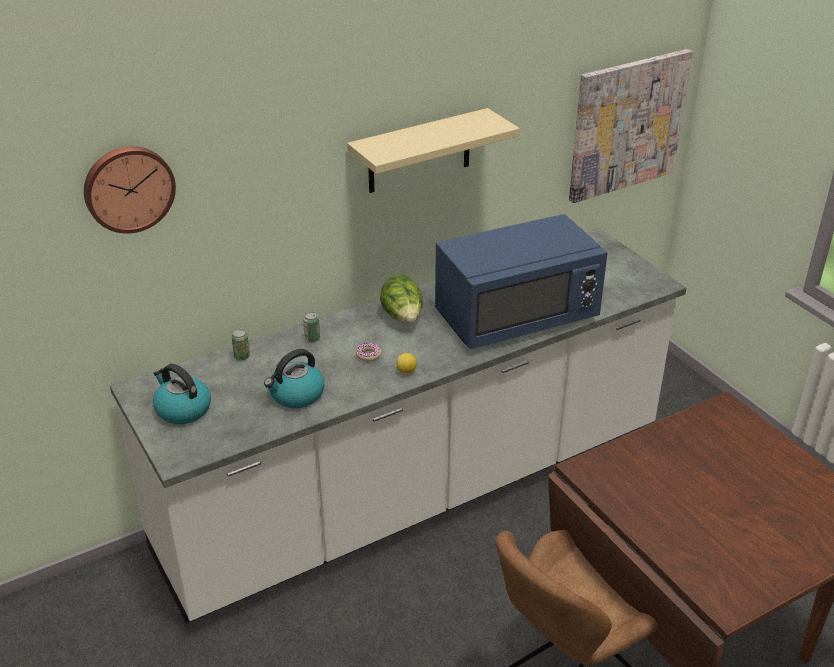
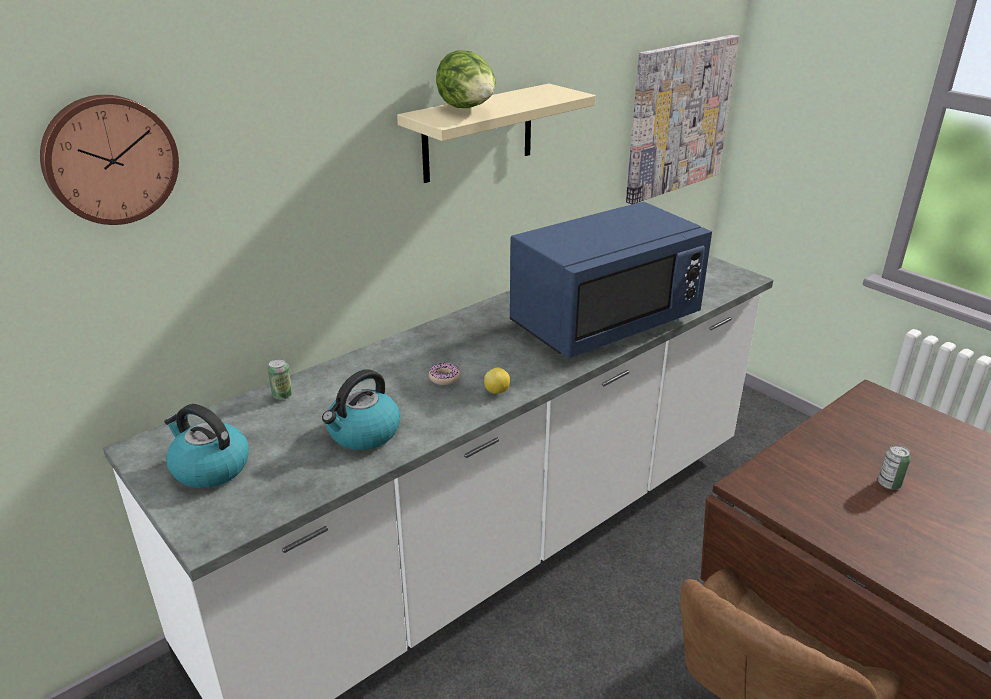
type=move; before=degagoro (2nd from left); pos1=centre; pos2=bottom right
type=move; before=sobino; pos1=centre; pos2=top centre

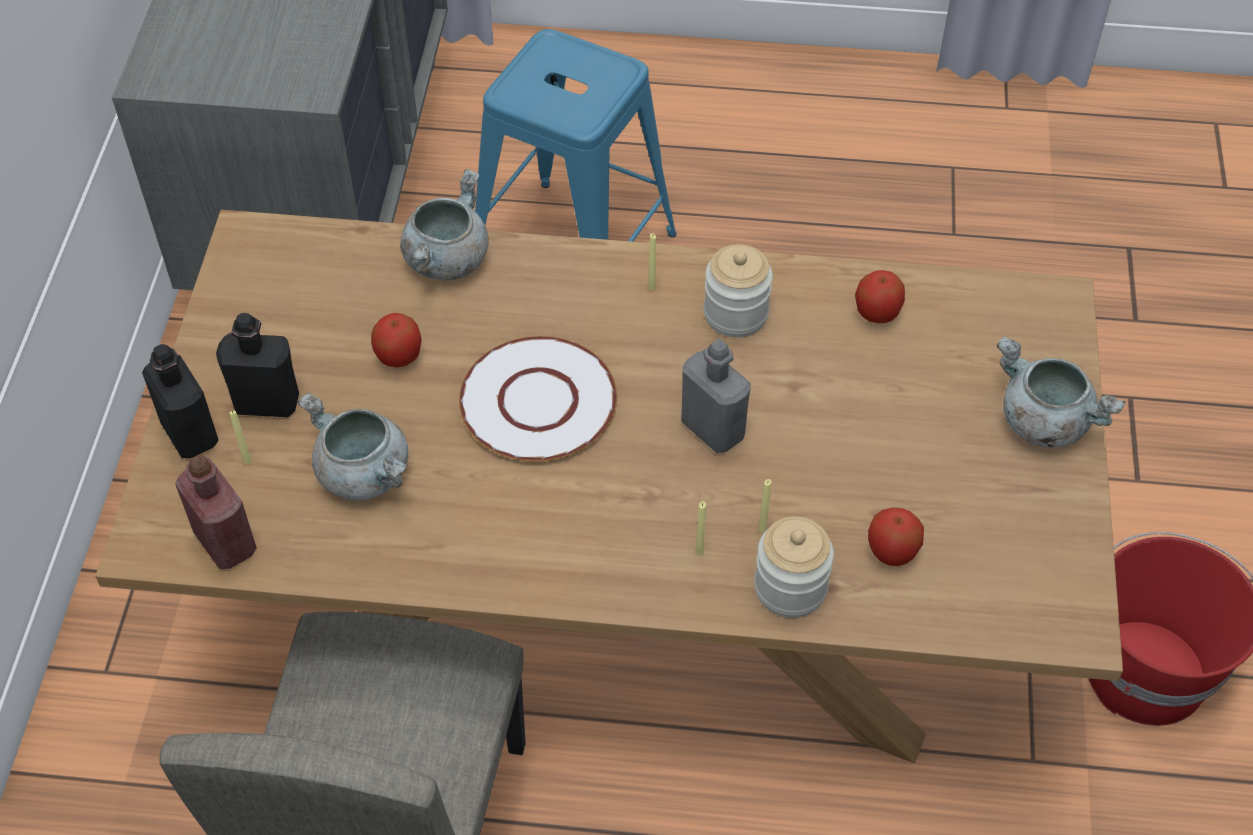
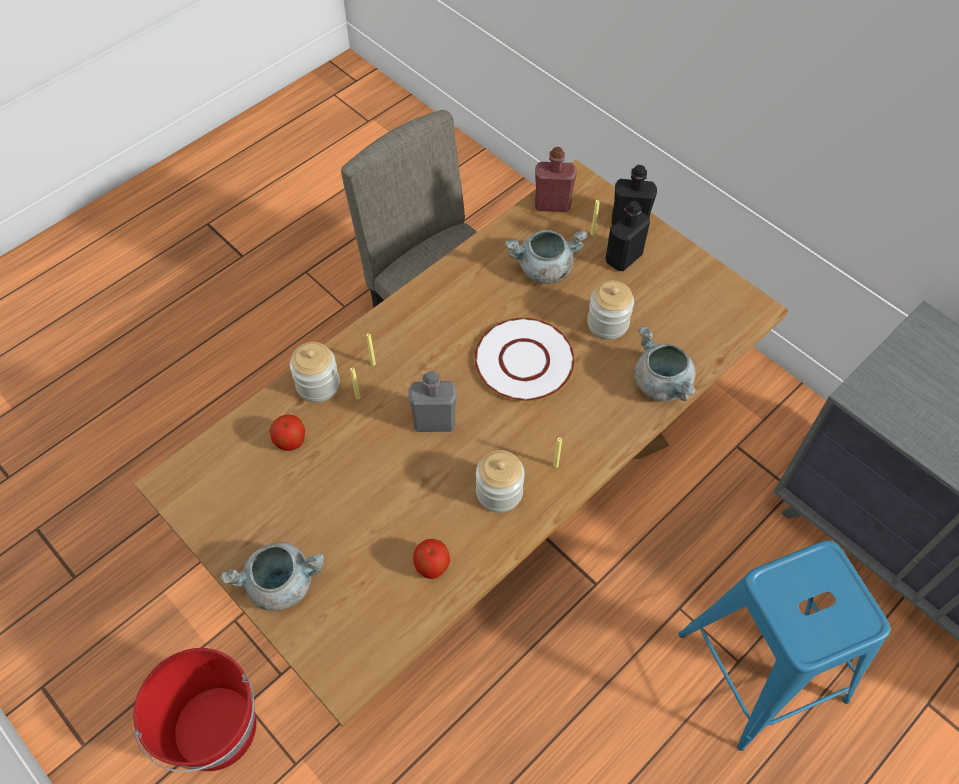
type=replace; before=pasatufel (1st from left); after=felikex (3rd from left); pos1=middle left; pos2=centre

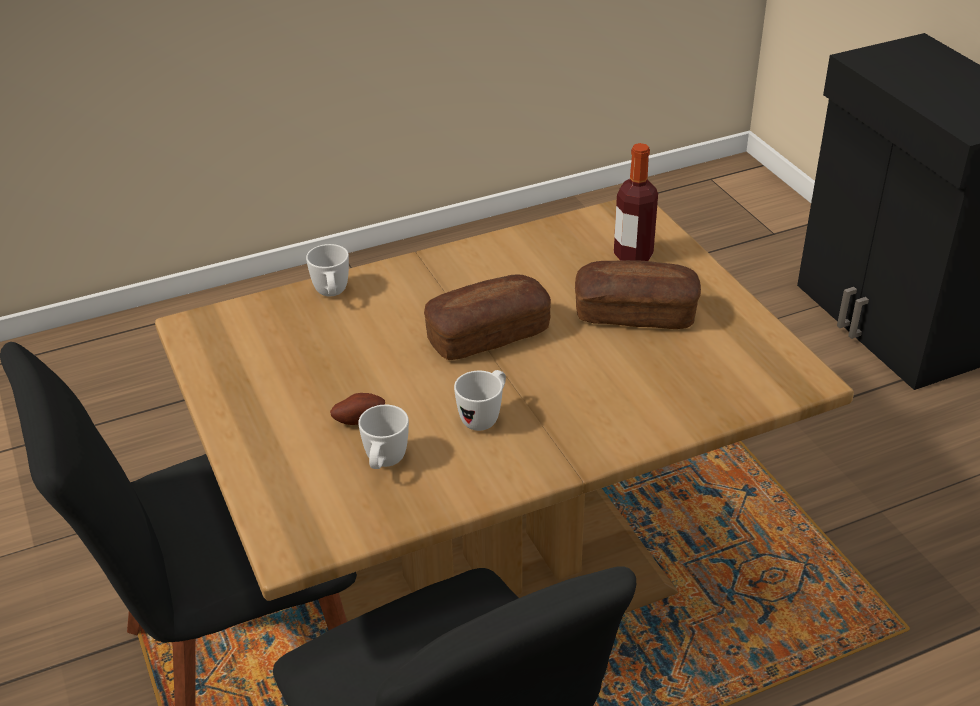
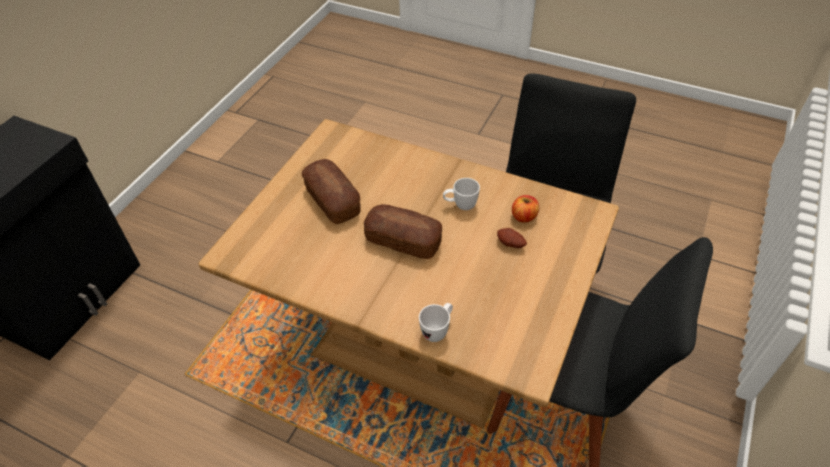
type=delete; before=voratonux; pos1=top centre
type=replace; before=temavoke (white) (2nd from left); after=pasatufel; pos1=centre; pos2=centre

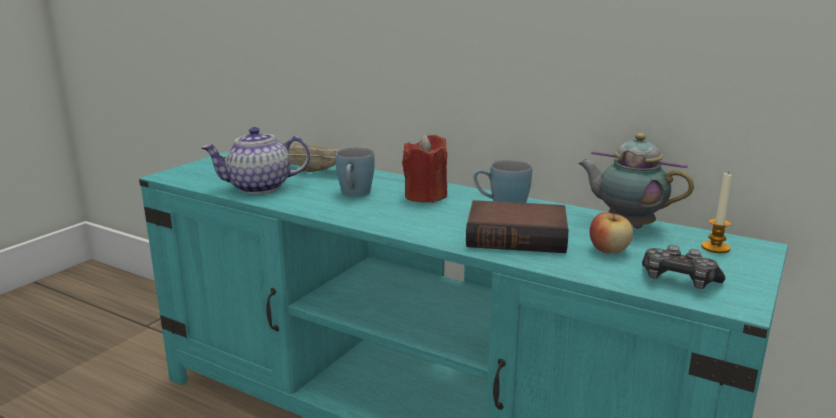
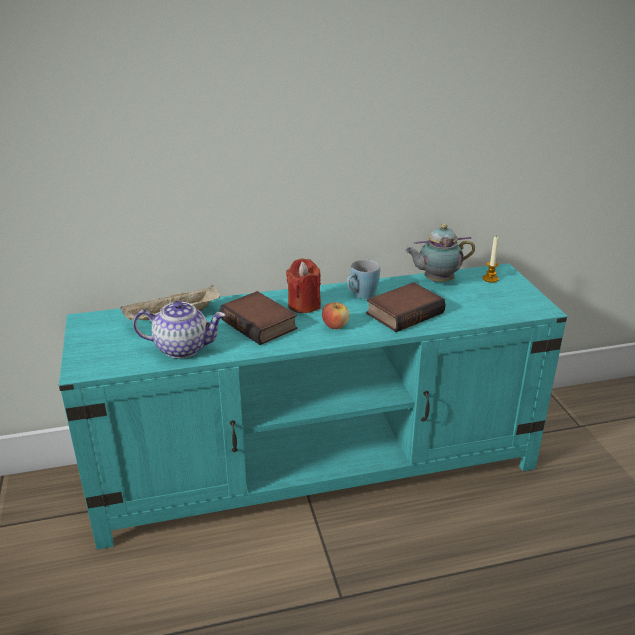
type=delete; before=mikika; pos1=middle right
type=move; before=pasatufel; pos1=middle right; pos2=centre
type=replace; before=temavoke (blue) (1st from left); after=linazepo (1st from left); pos1=centre; pos2=centre
type=rotate; before=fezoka (1st from left); pos1=middle left; pos2=middle left; turn=-120

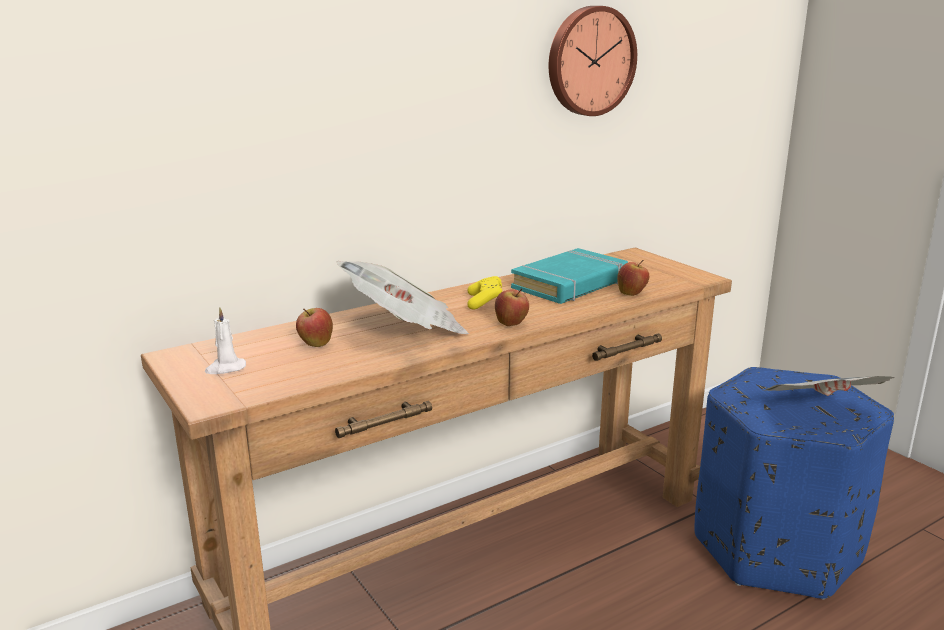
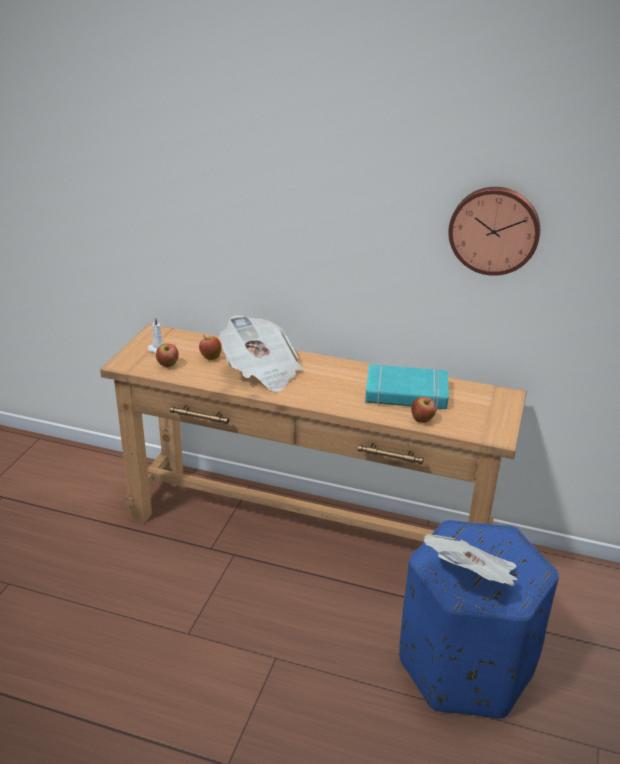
type=delete; before=mikika (yellow); pos1=centre
type=move; before=pasatufel (2nd from left in the first image); after=pasatufel (1st from left); pos1=centre; pos2=middle left

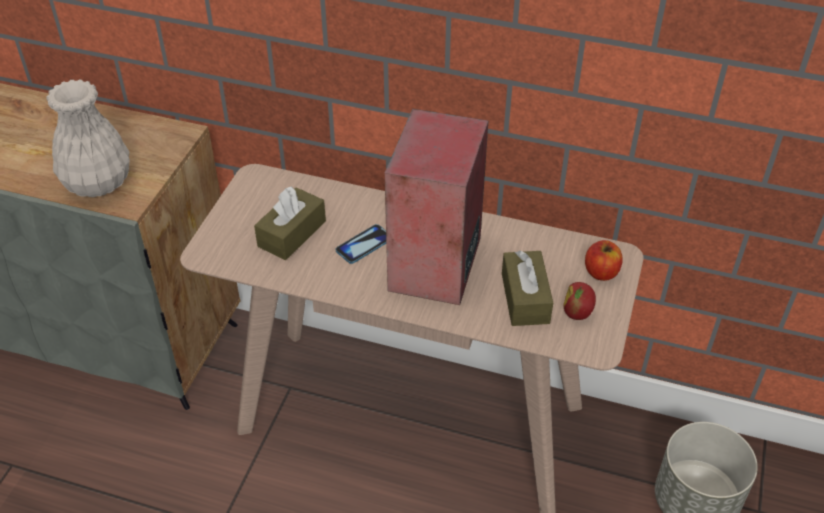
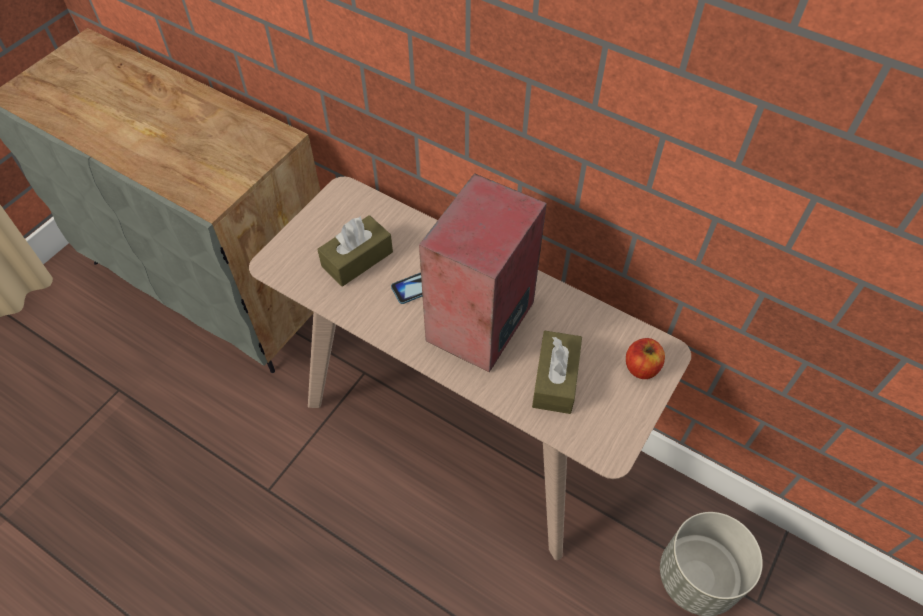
type=delete; before=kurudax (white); pos1=top left
type=delete; before=pasatufel (1st from left); pos1=middle right

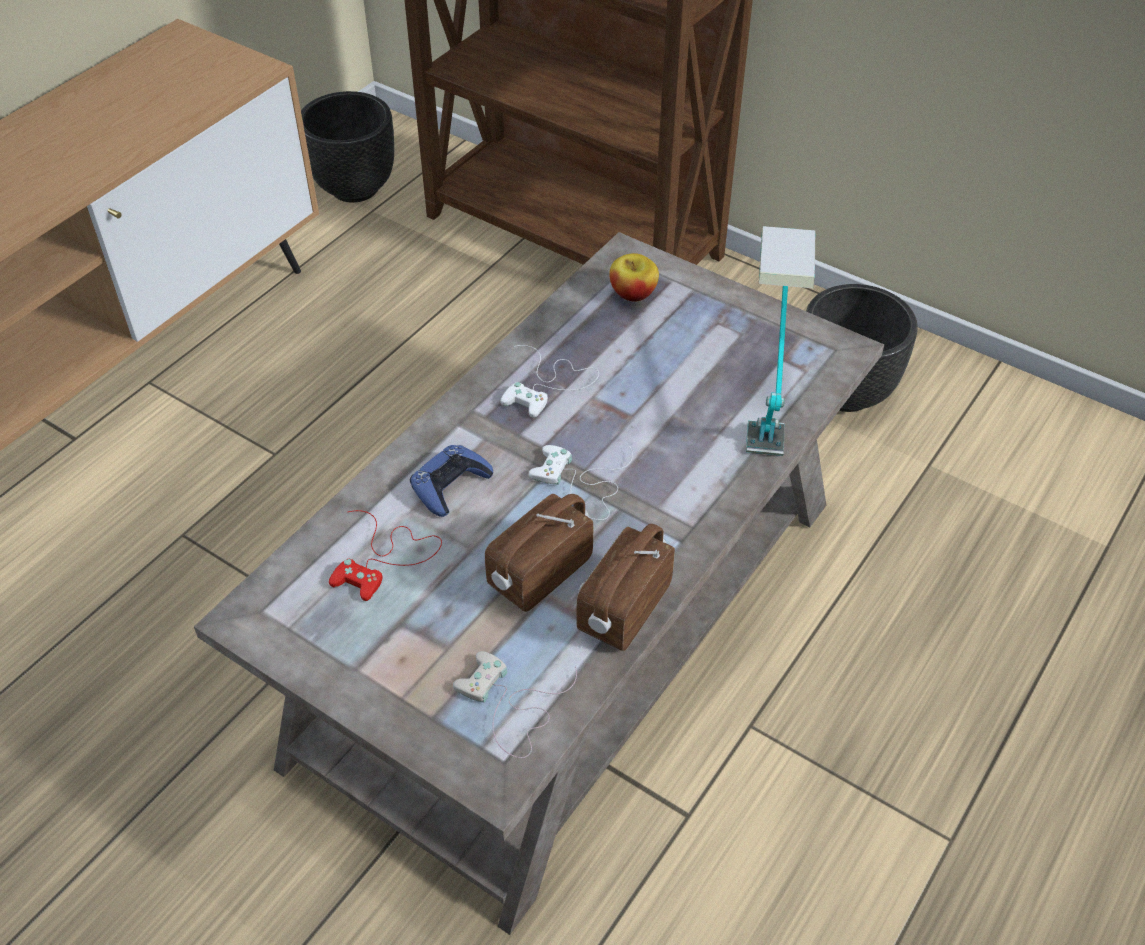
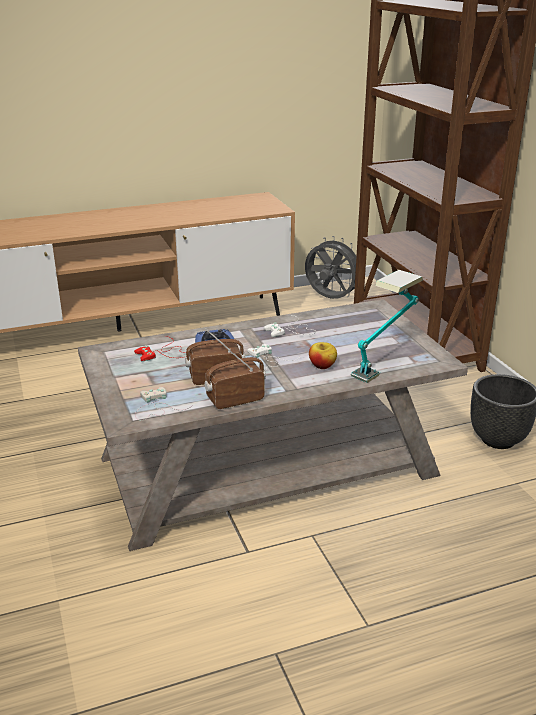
type=move; before=pasatufel; pos1=top centre; pos2=centre
type=replace; before=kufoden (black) (1st from left); after=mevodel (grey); pos1=top left; pos2=centre

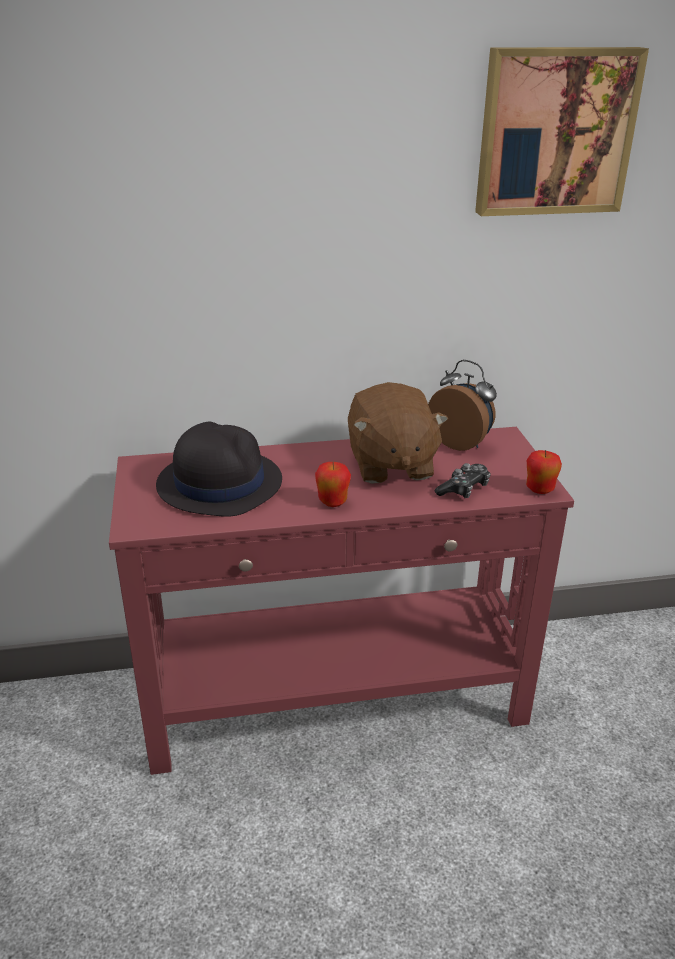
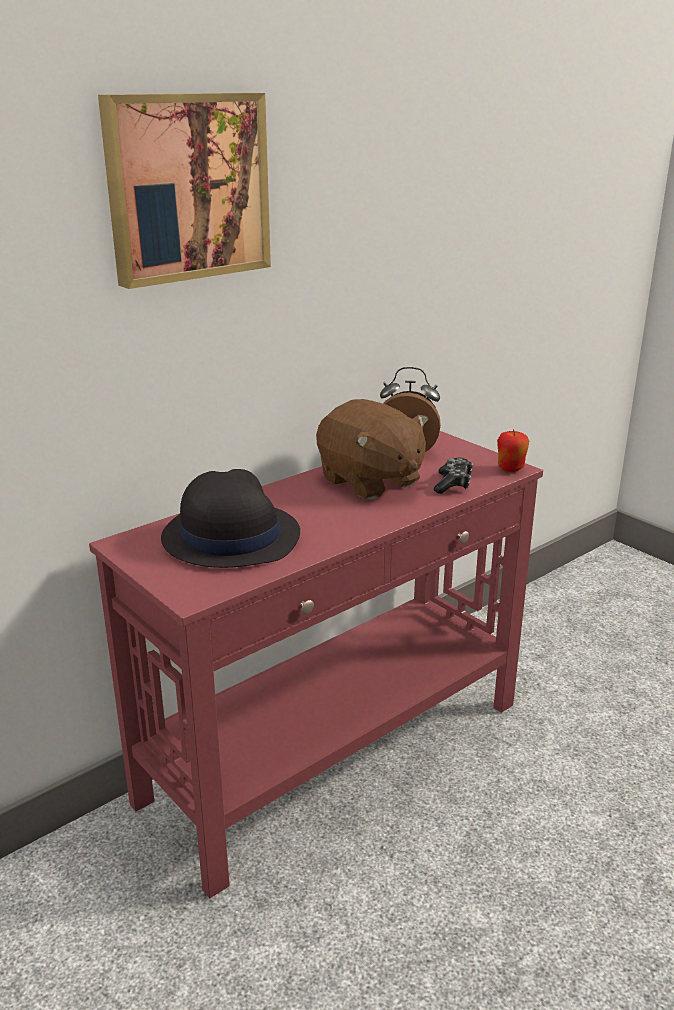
type=delete; before=pasatufel (1st from left); pos1=centre
type=move; before=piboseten; pos1=top right; pos2=top left

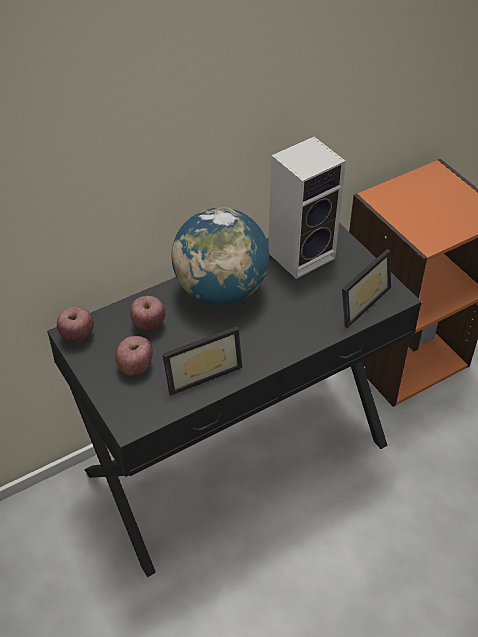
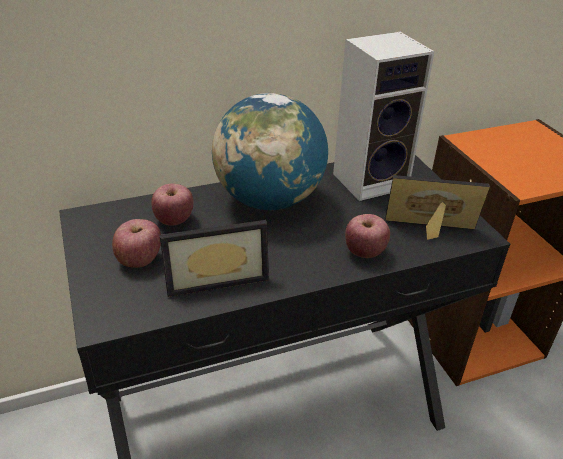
type=move; before=pasatufel (1st from left in the first image); after=pasatufel (3rd from left); pos1=middle left; pos2=centre
type=rotate; before=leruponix (2nd from left); pos1=middle right; pos2=middle right; turn=-135

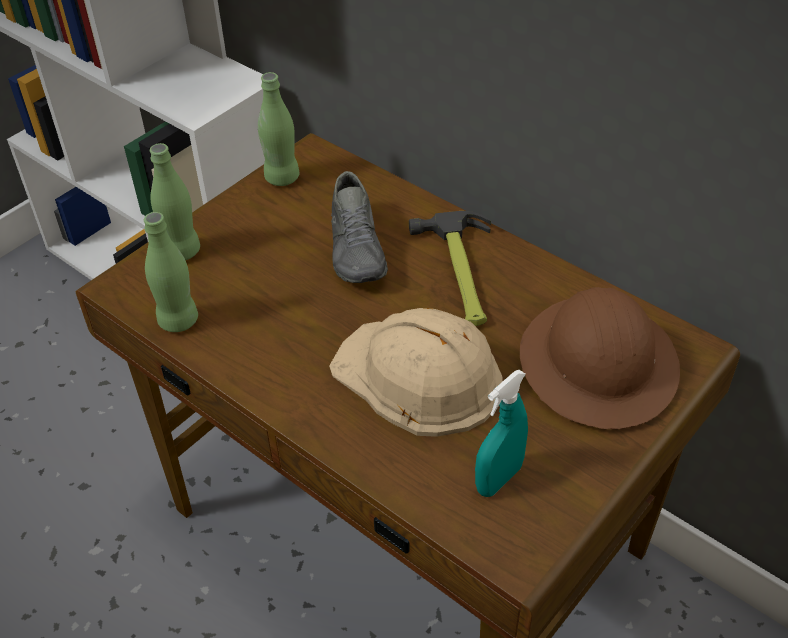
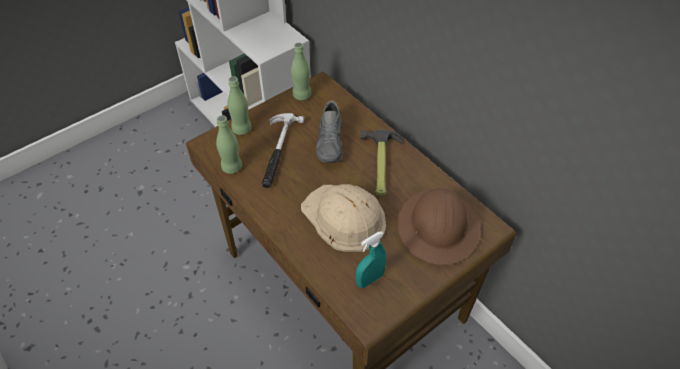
type=insert; after=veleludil (1st from left); pos2=centre

